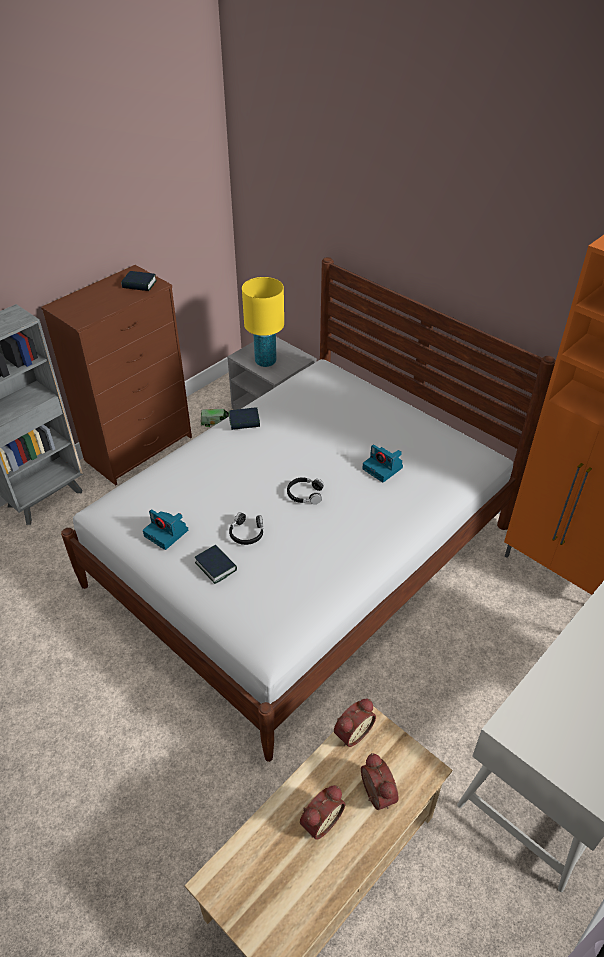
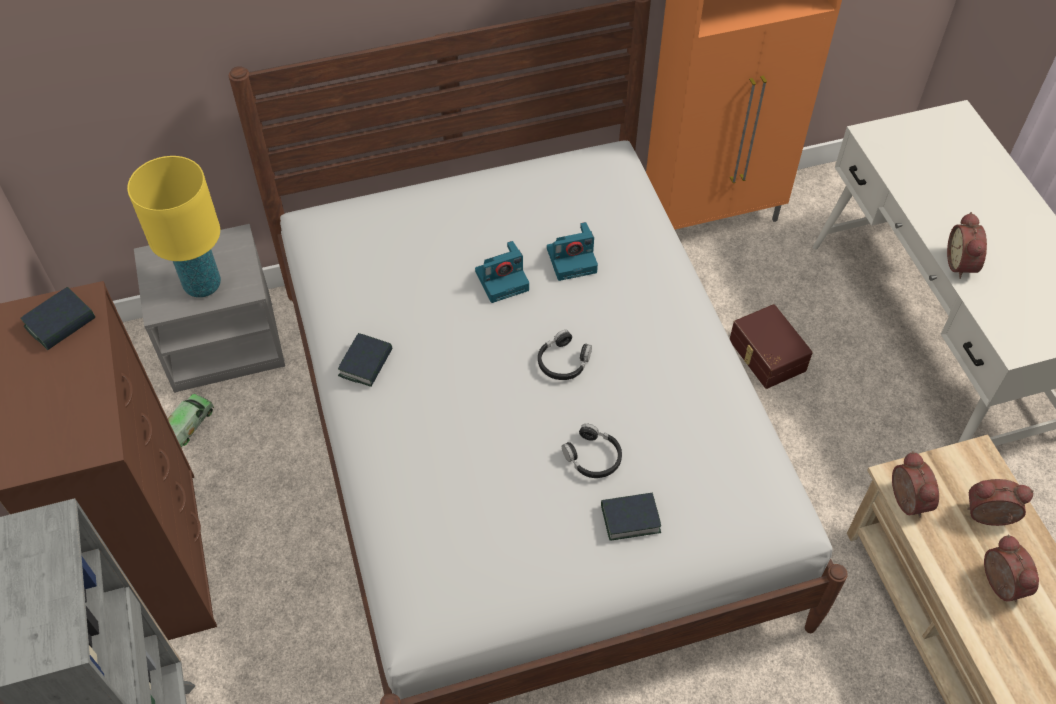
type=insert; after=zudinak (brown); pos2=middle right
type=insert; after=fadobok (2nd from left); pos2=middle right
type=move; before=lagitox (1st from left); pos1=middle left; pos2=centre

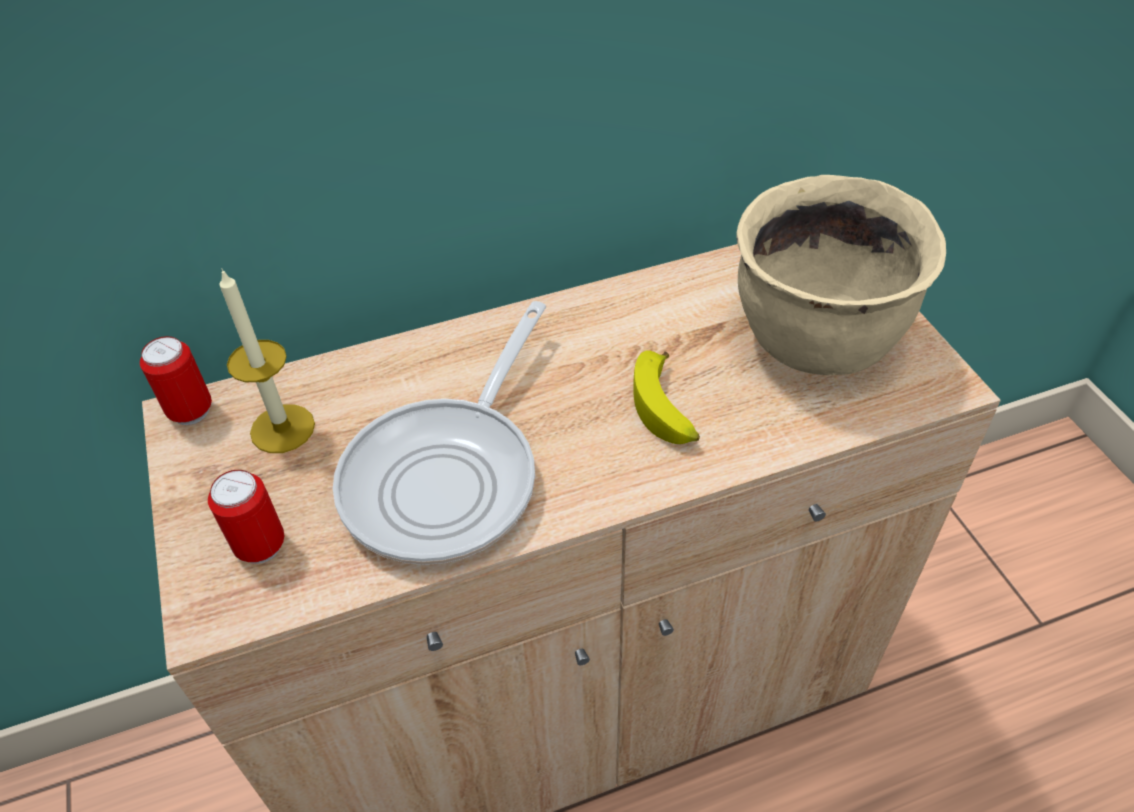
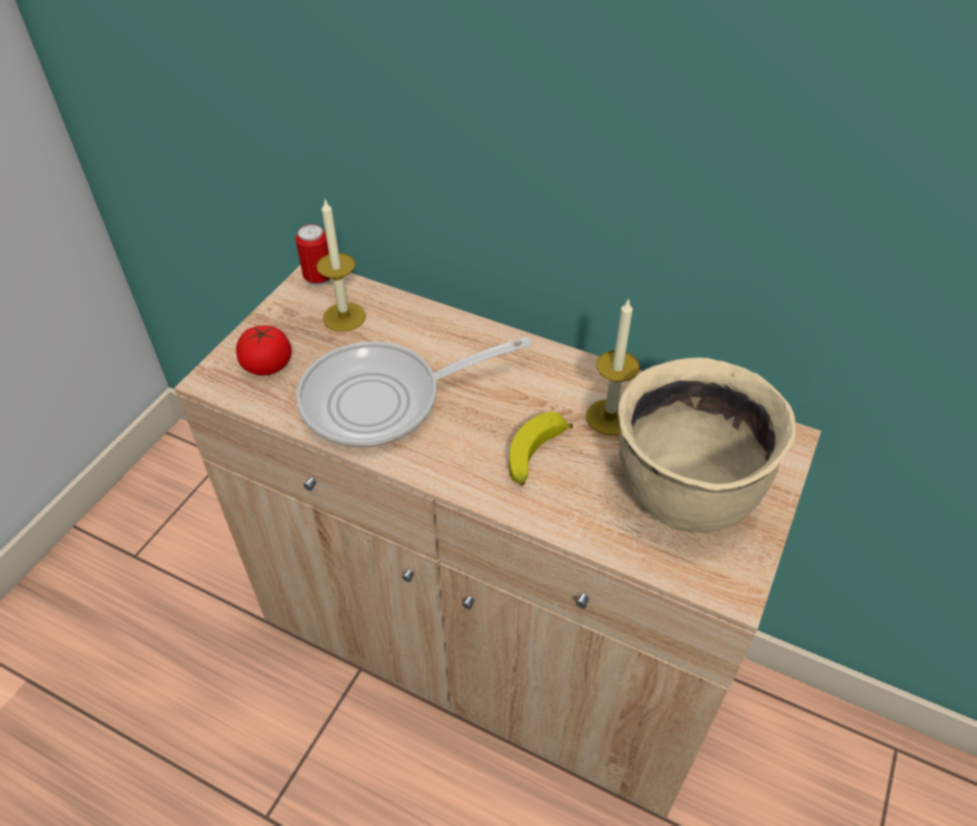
type=insert; after=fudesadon (2nd from left); pos2=centre
type=replace; before=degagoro (2nd from left); after=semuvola; pos1=middle left; pos2=middle left

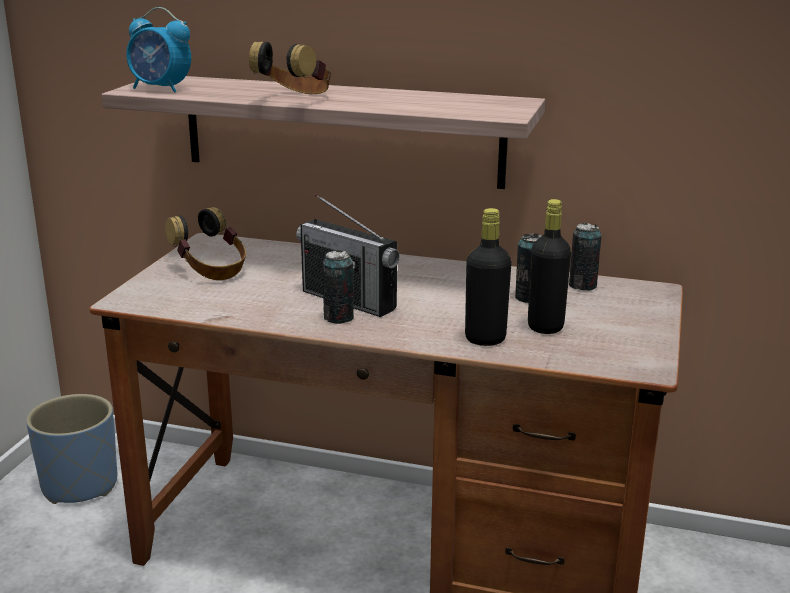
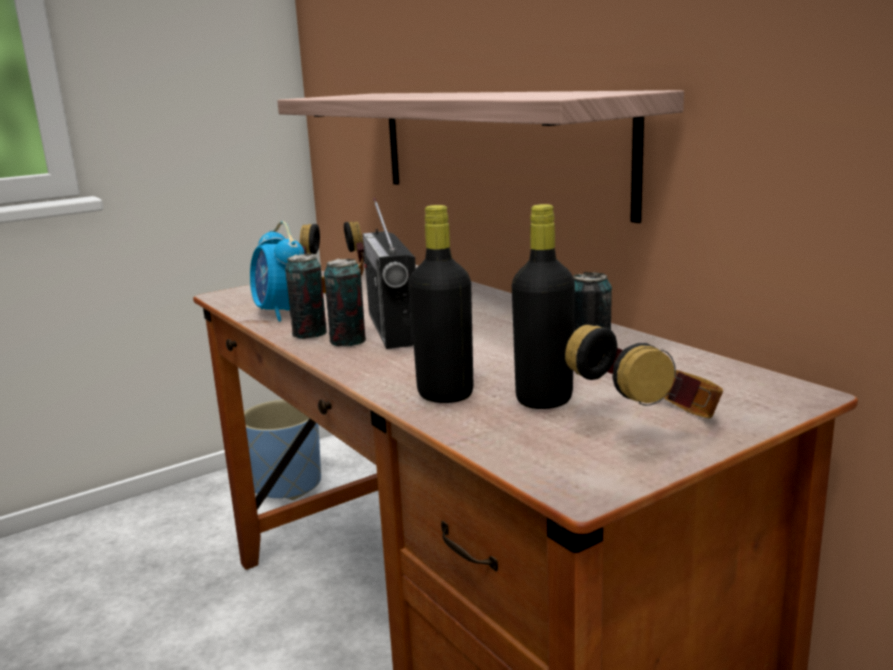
type=move; before=fadobok; pos1=top left; pos2=middle left
type=move; before=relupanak (2nd from left); pos1=top centre; pos2=middle right
type=move; before=degagoro (3rd from left in the first image); after=degagoro (1st from left); pos1=middle right; pos2=centre

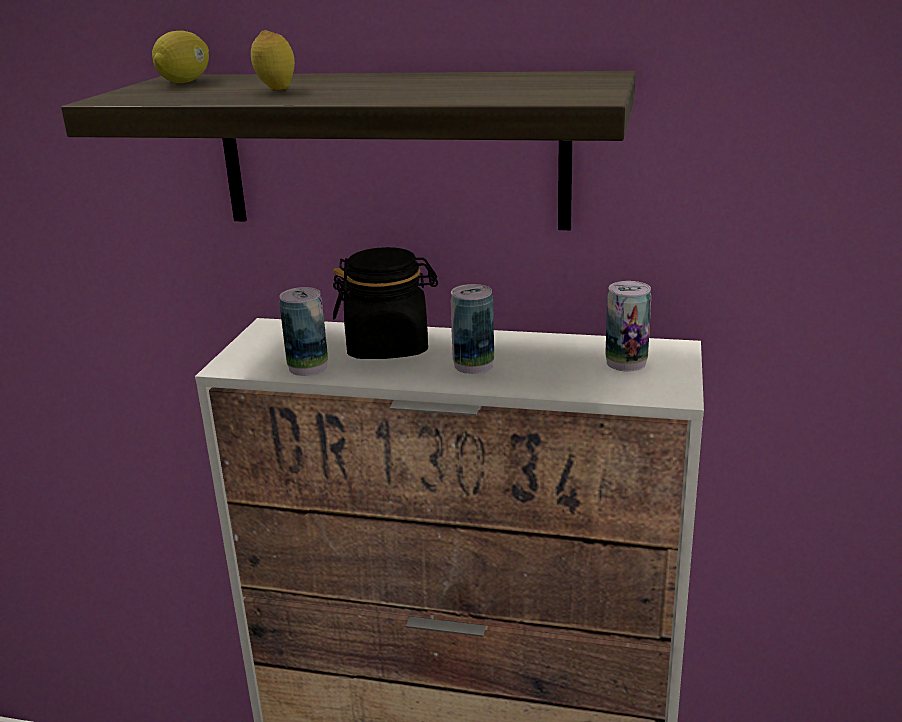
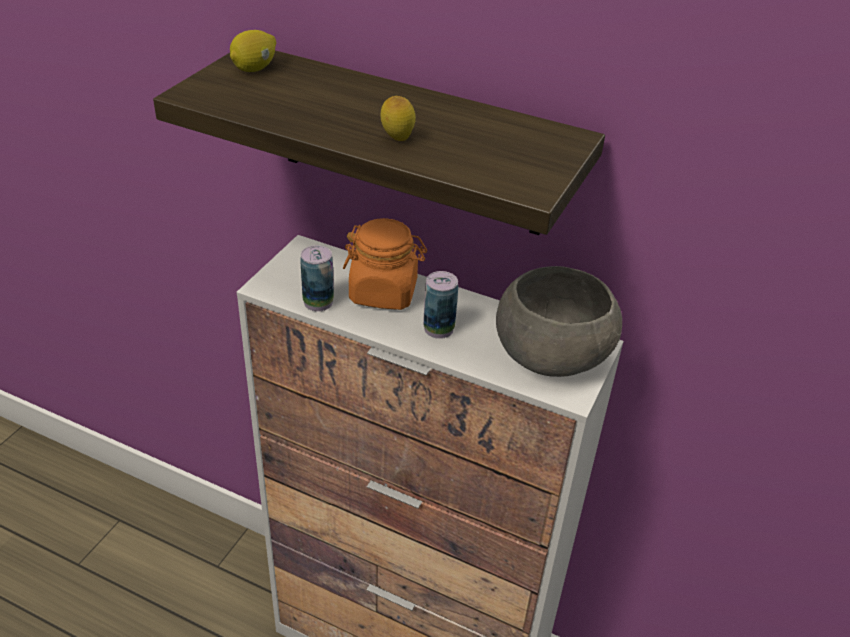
type=move; before=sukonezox (2nd from left); pos1=top left; pos2=top centre
type=replace; before=degagoro (3rd from left); after=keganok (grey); pos1=middle right; pos2=centre
type=recolor; before=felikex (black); after=felikex (orange); pos1=centre; pos2=centre

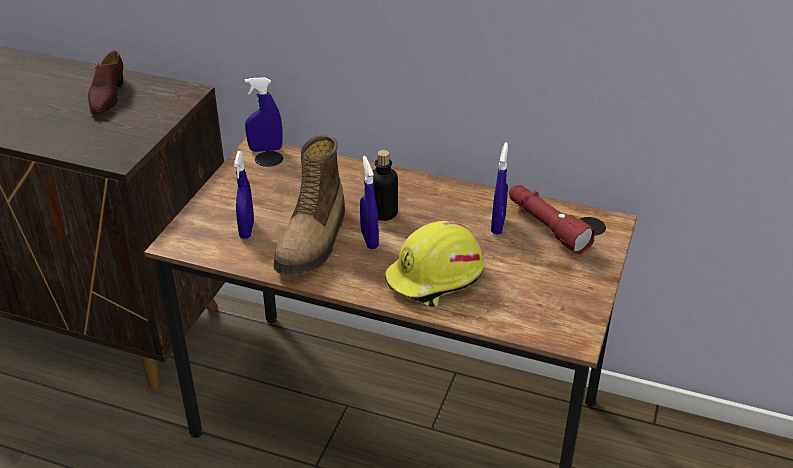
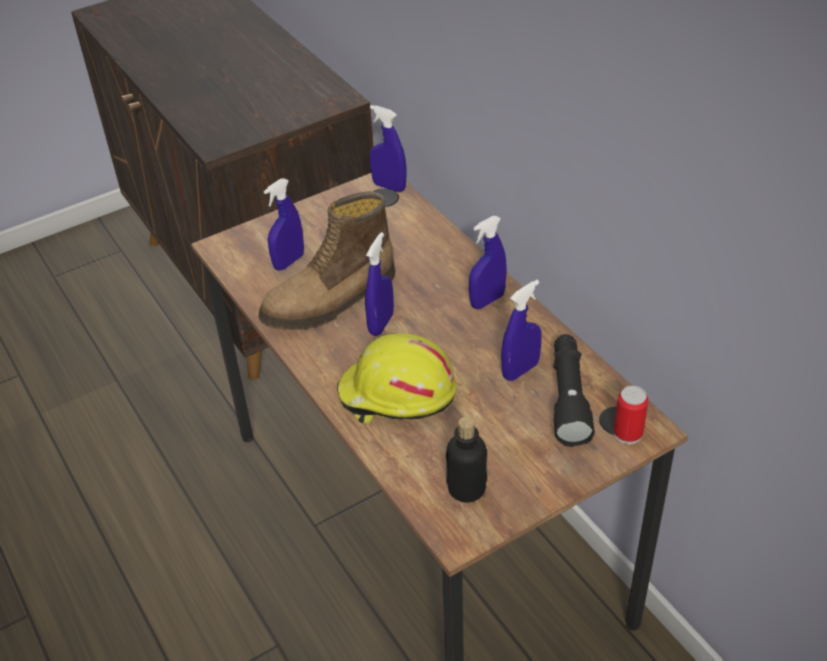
type=delete; before=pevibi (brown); pos1=top left
type=insert; after=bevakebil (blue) (4th from left); pos2=centre
type=insert; after=degagoro; pos2=middle right
type=move; before=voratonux; pos1=centre; pos2=bottom centre
type=recolor; before=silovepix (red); after=silovepix (black); pos1=middle right; pos2=middle right

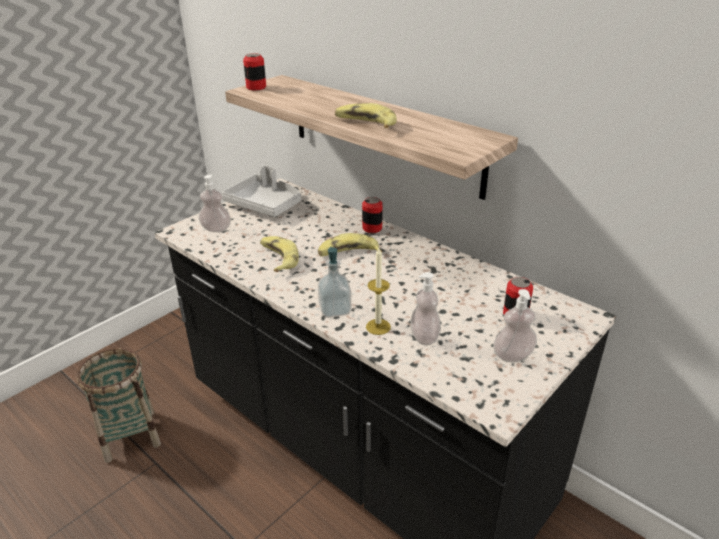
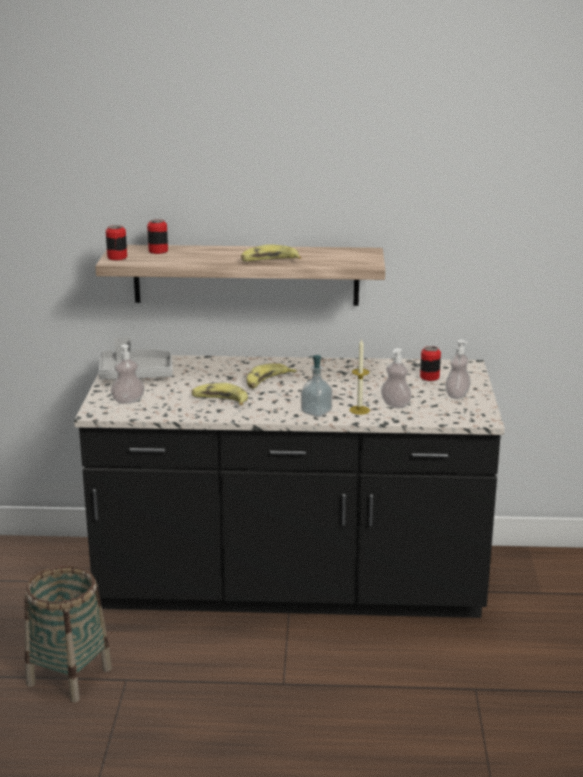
type=move; before=degagoro (2nd from left); pos1=centre; pos2=top left

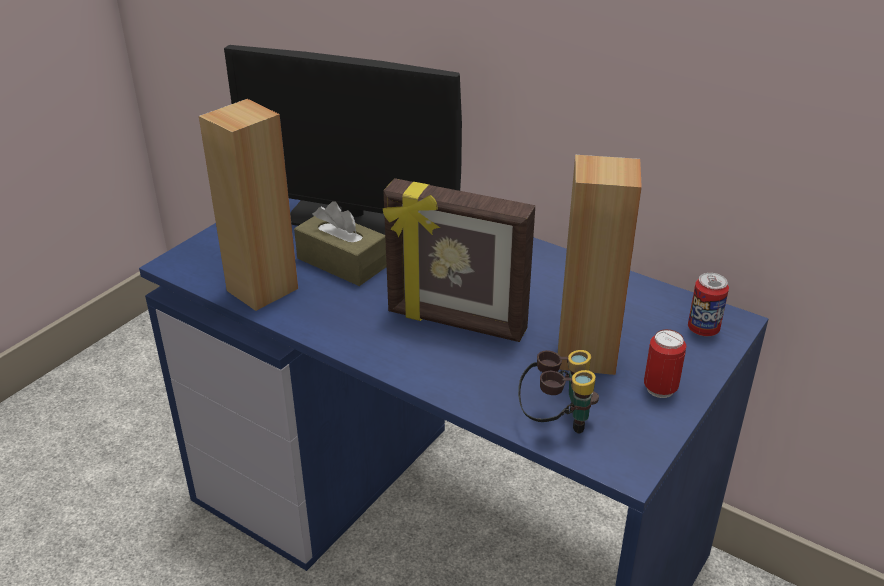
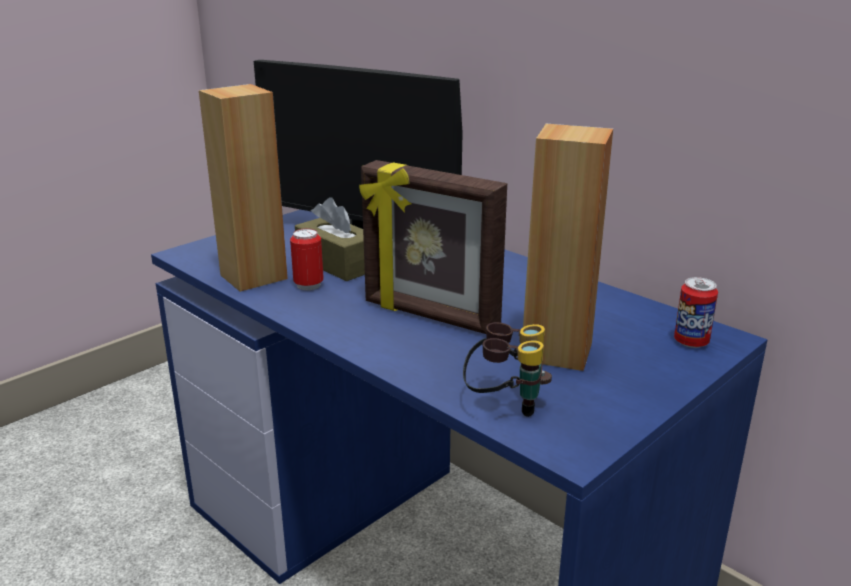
type=move; before=degagoro (1st from left); pos1=middle right; pos2=centre

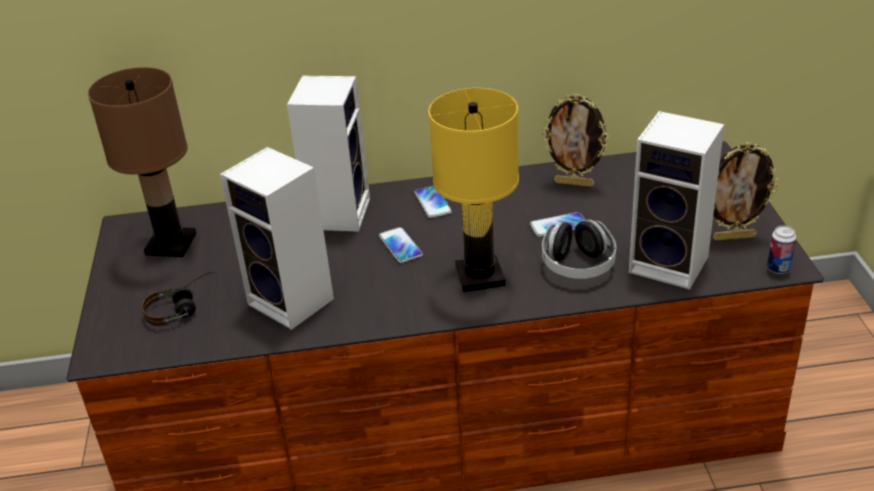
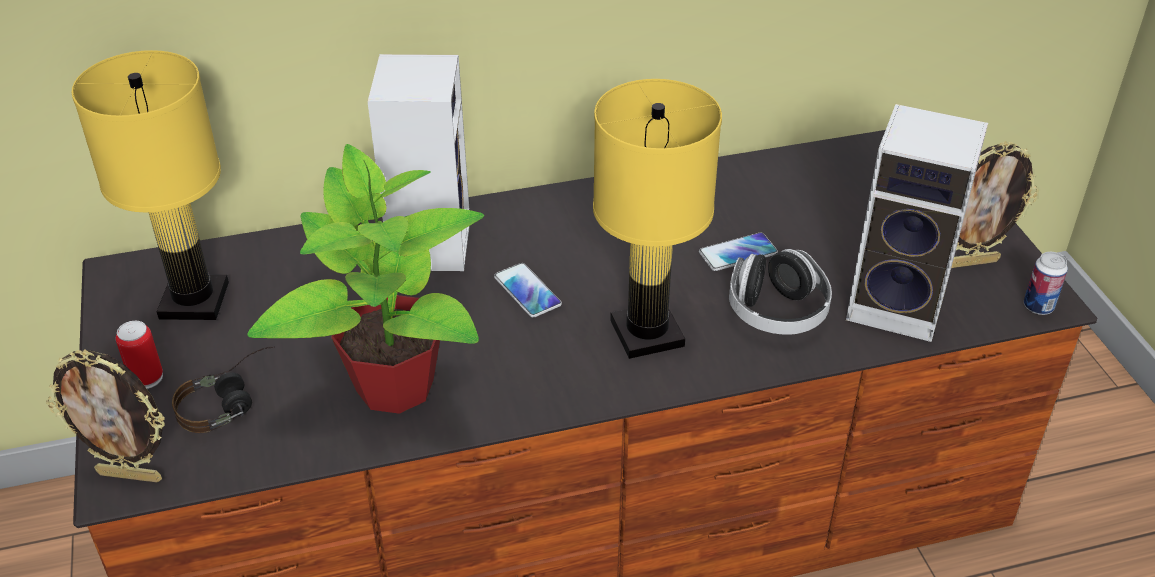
type=delete; before=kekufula (2nd from left); pos1=centre
type=insert; after=degagoro (1st from left); pos2=middle left
type=move; before=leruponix (1st from left); pos1=top centre; pos2=bottom left
type=replace; before=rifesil (1st from left); after=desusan; pos1=middle left; pos2=middle left
type=recolor; before=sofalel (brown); after=sofalel (yellow) (1st from left); pos1=top left; pos2=top left

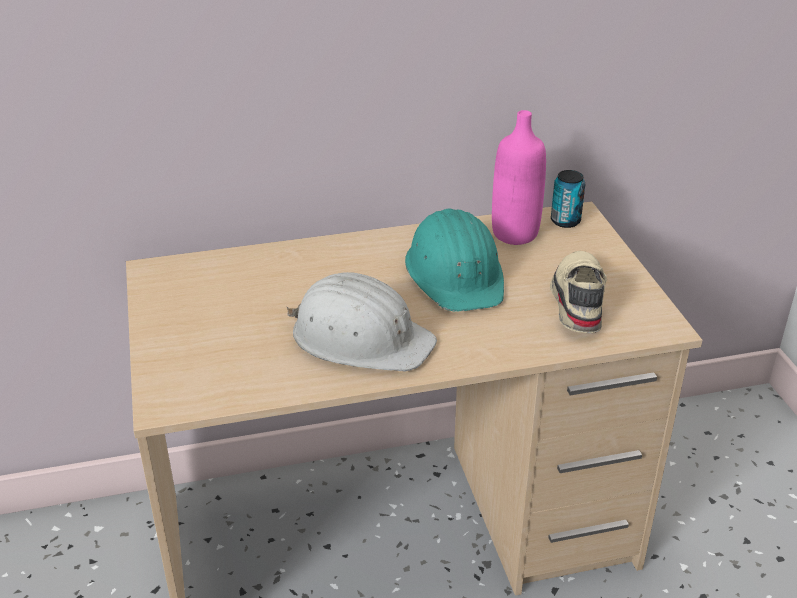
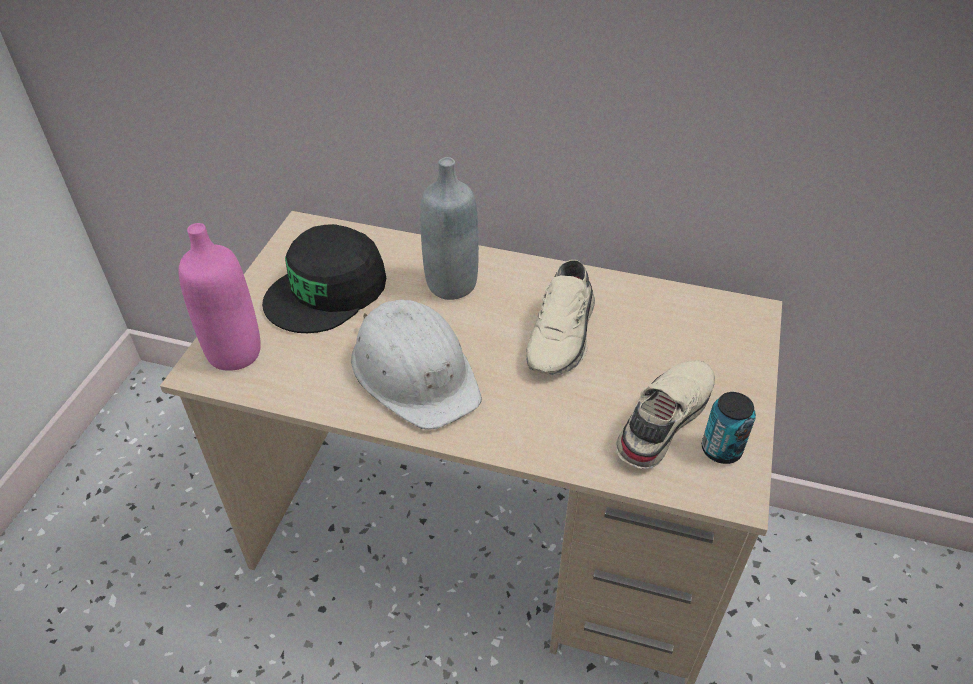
type=insert; after=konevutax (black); pos2=middle left
type=insert; after=voratonux (grey); pos2=centre
type=move; before=voratonux (pink); pos1=top centre; pos2=middle left
type=move; before=degagoro; pos1=top right; pos2=middle right
type=replace; before=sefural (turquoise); after=pevibi (beige) (1st from left); pos1=centre; pos2=centre

